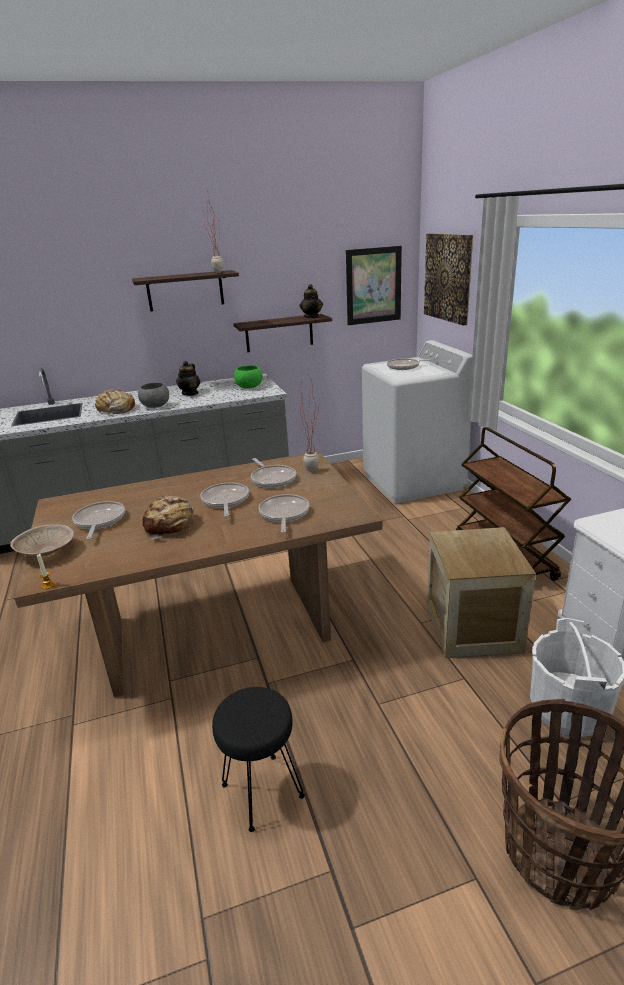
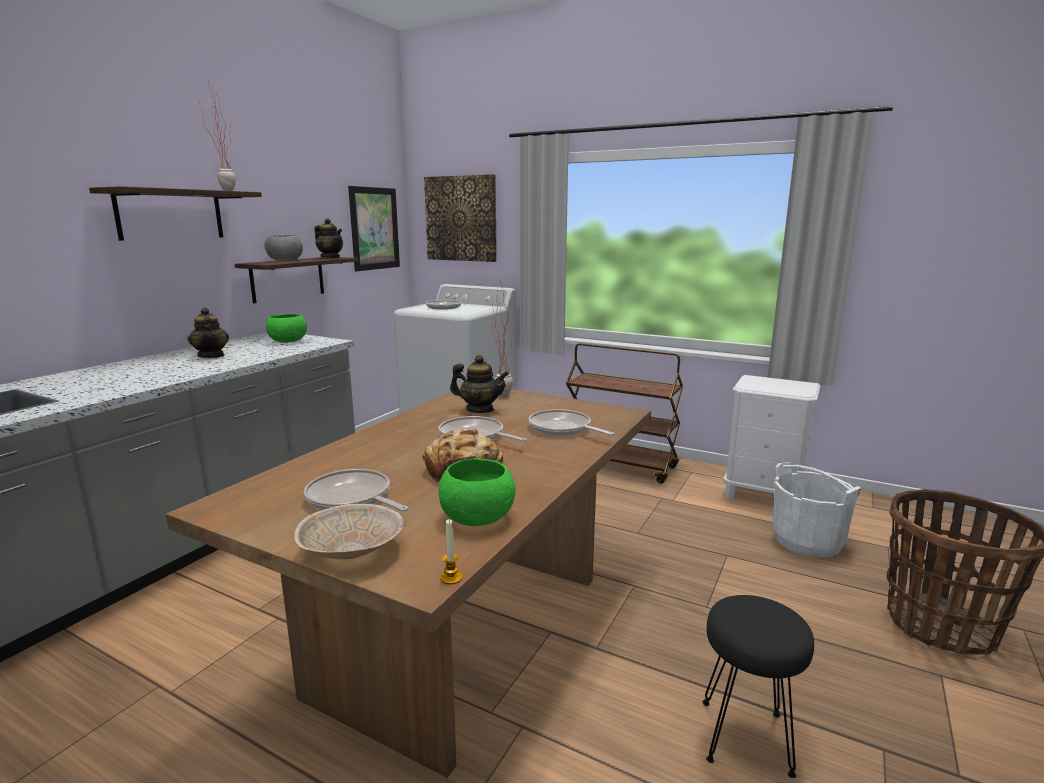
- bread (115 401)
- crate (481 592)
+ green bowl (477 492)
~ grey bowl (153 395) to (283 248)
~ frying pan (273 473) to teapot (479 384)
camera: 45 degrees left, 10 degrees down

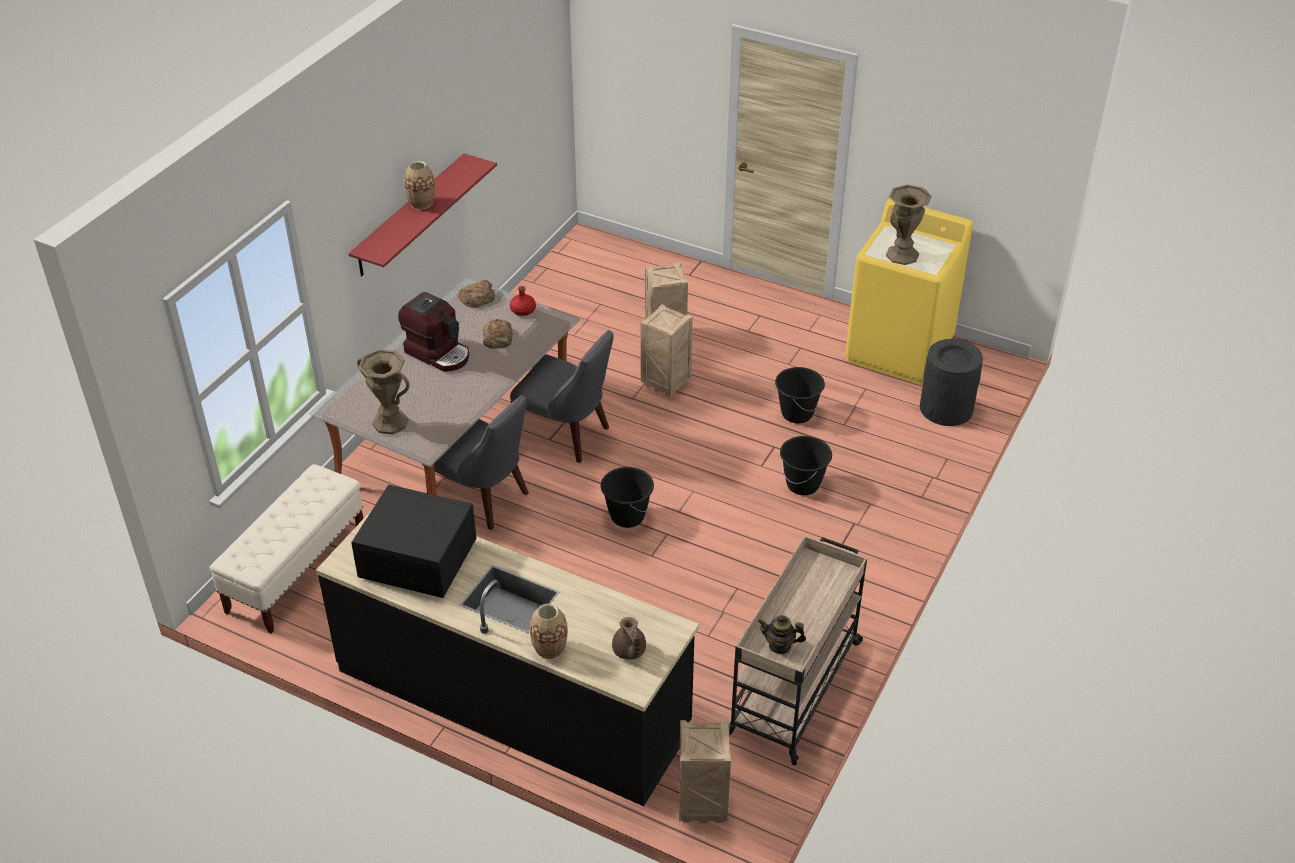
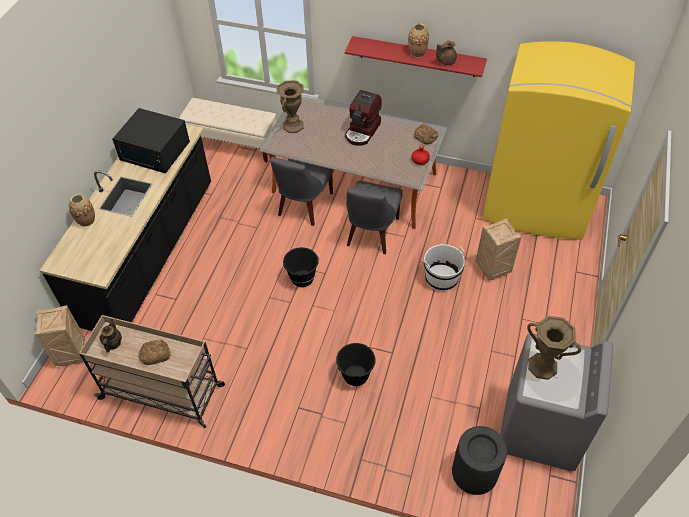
- black bucket (800 395)
+ yellow fridge (558 140)
~ bread (498 334) to (154 352)
~ brown teapot (629 638) to (446 53)
~ crate (667 350) to white bucket (444 267)
~ yellow washing machine (909 292) to grey washing machine (556 402)
~ black microwave (413 541) = (151 141) 105 degrees clockwise
camera: 80 degrees right, 10 degrees up

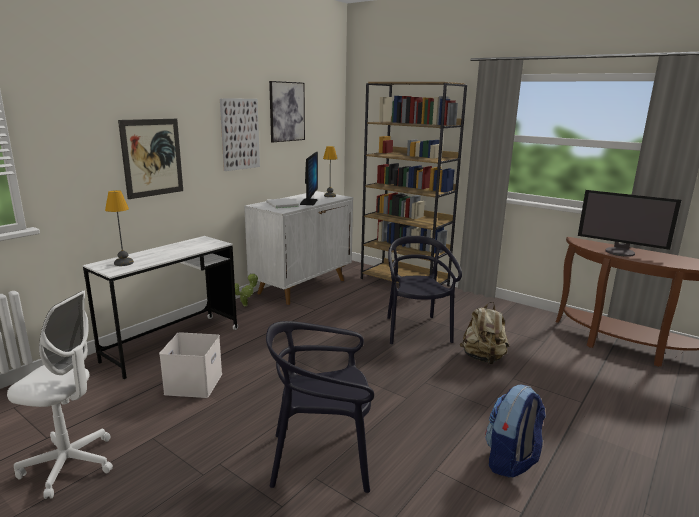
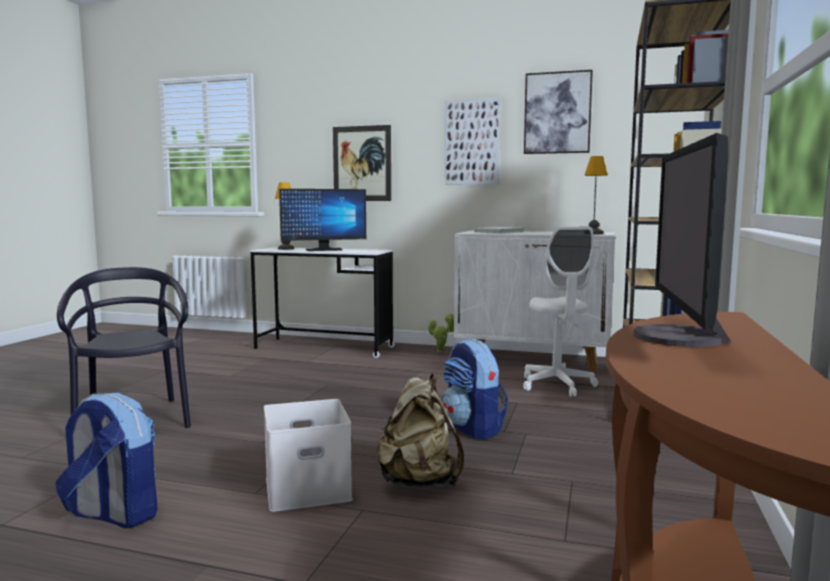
~ white office chair (60 395) to (560 312)
~ white storage box (190 365) to (308 455)
~ monitor (309 178) to (322 220)
~ black chair (424 290) to backpack (475 389)
camera: 70 degrees right, 10 degrees down

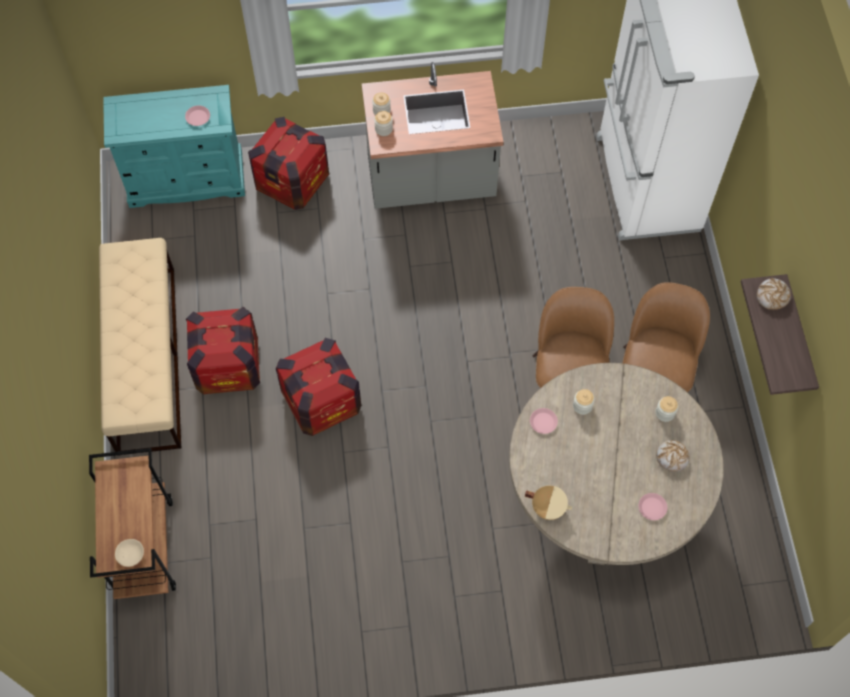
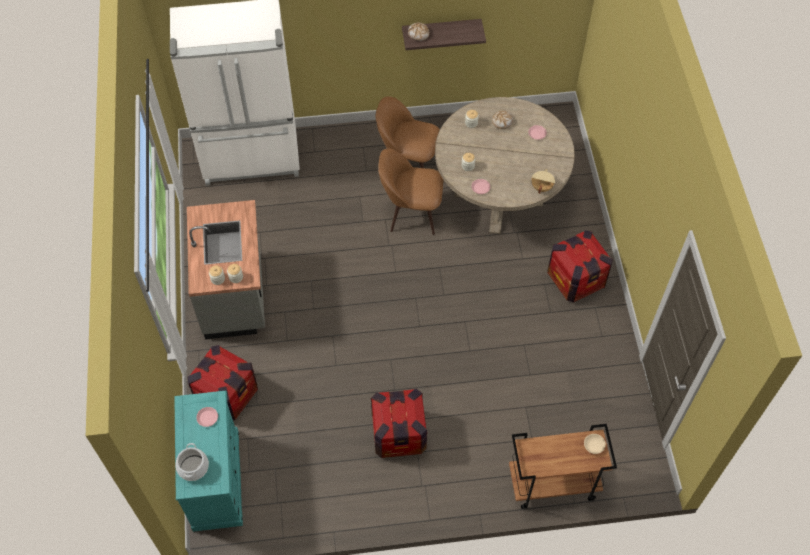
- beige bench (140 347)
+ cooking pot (192 462)
~ crate (318 387) to (580 266)
camera: 90 degrees left, 5 degrees down

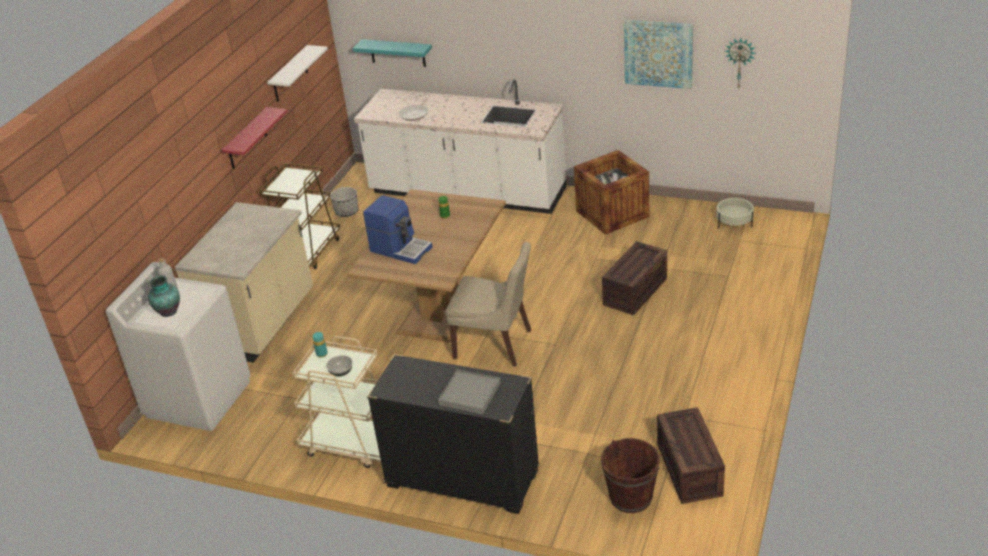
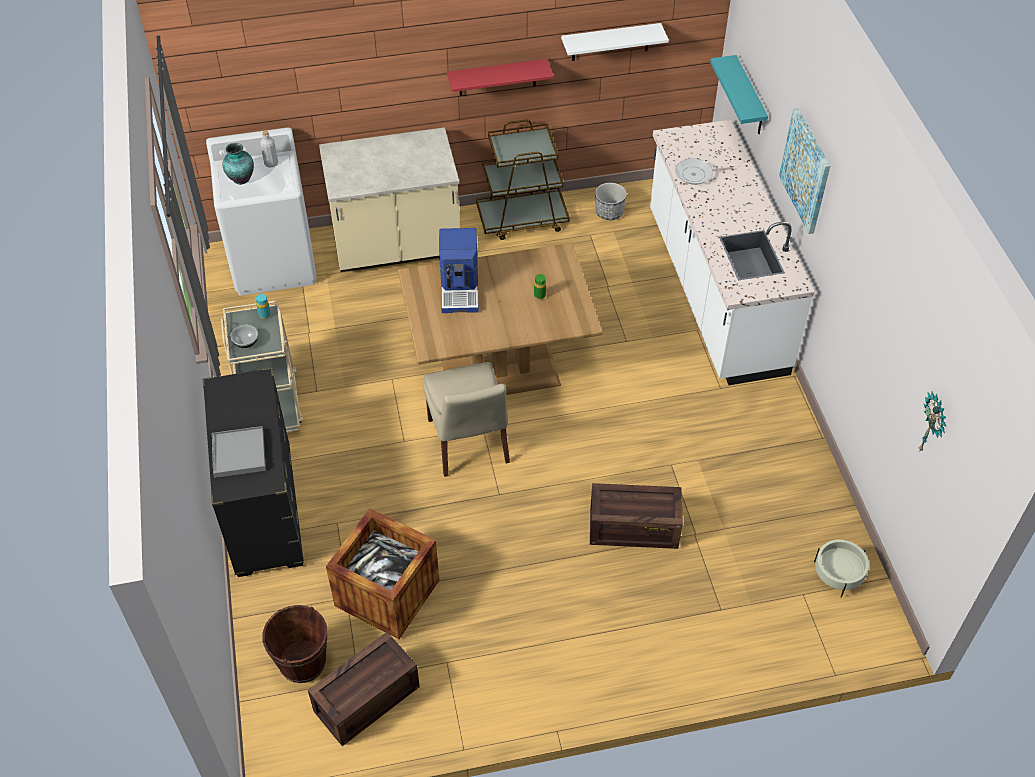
~ crate (611 192) to (382 573)
~ picture (658 54) to (804 171)
camera: 55 degrees right, 15 degrees up

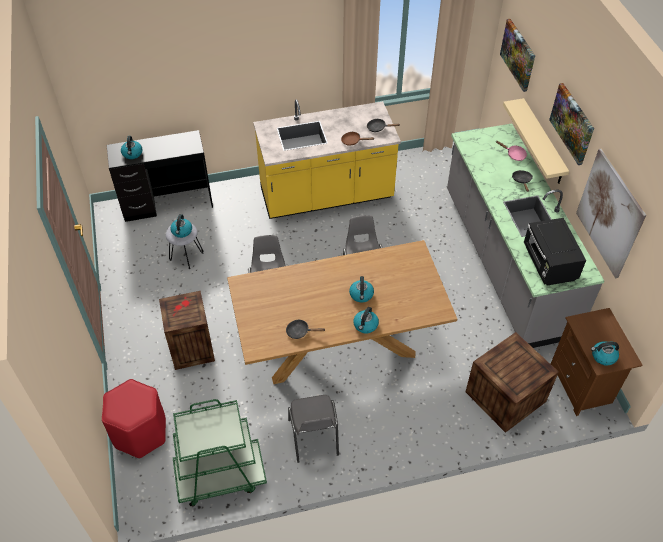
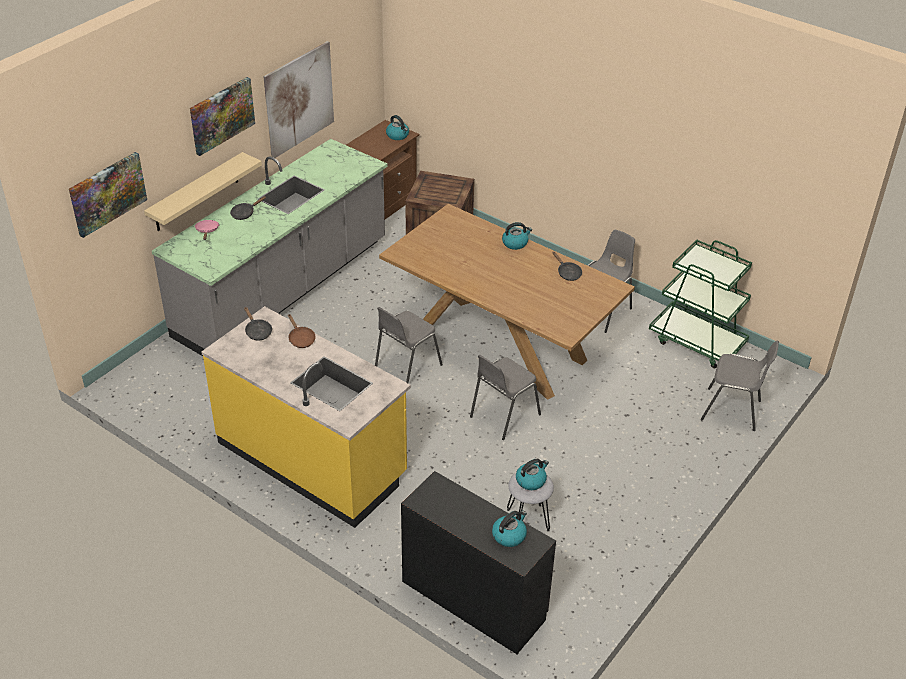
- crate (187 330)
- kettle (361 289)
- black microwave (555 252)
~ red stool (134 418) to grey chair (740 386)
camera: 130 degrees left, 10 degrees down

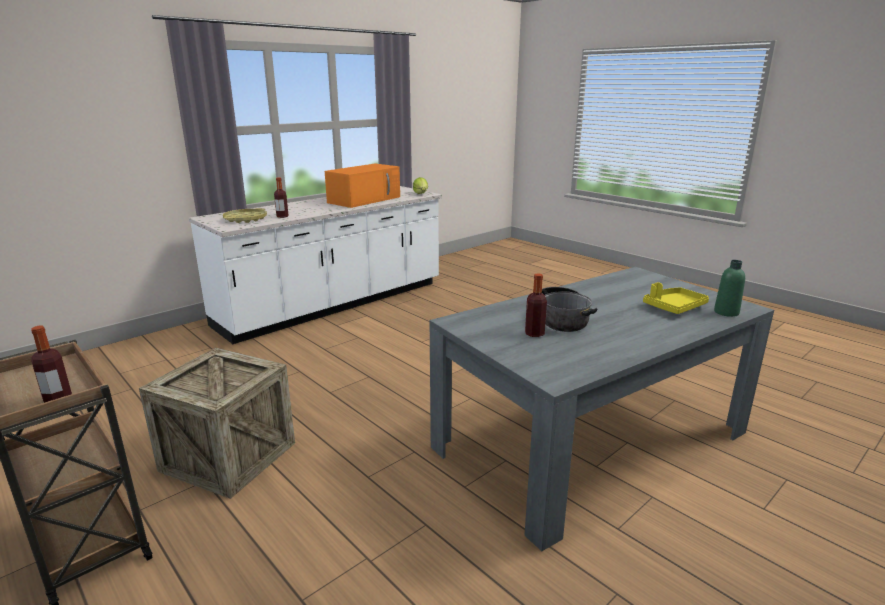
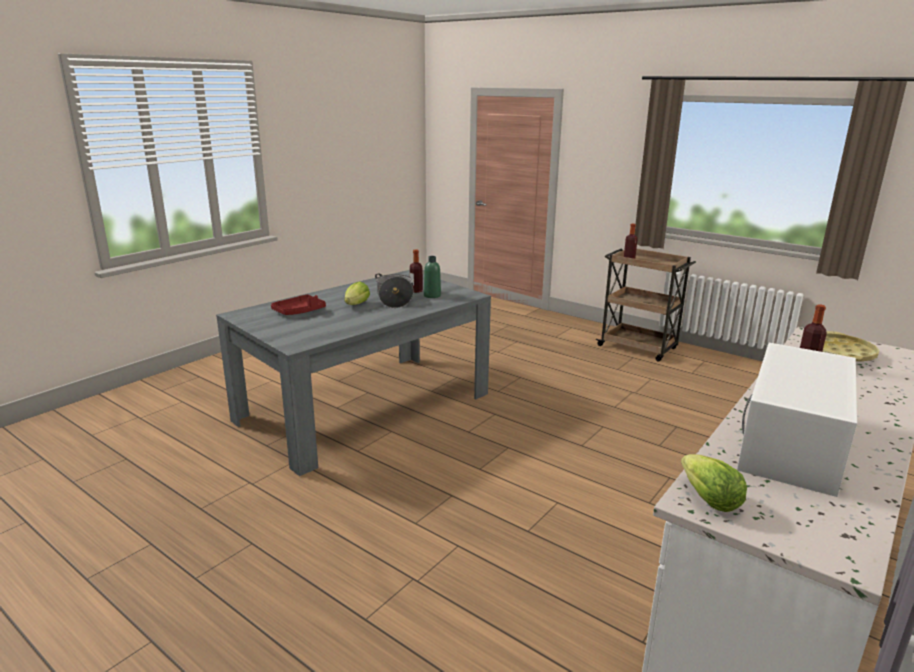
- crate (217 423)
+ lettuce (357 293)
~ green bottle (729 288) to (432 277)
~ orange microwave (362 185) to white microwave (797 420)
~ yellow tray (676 298) to red tray (298 304)
camera: 170 degrees right, 0 degrees up

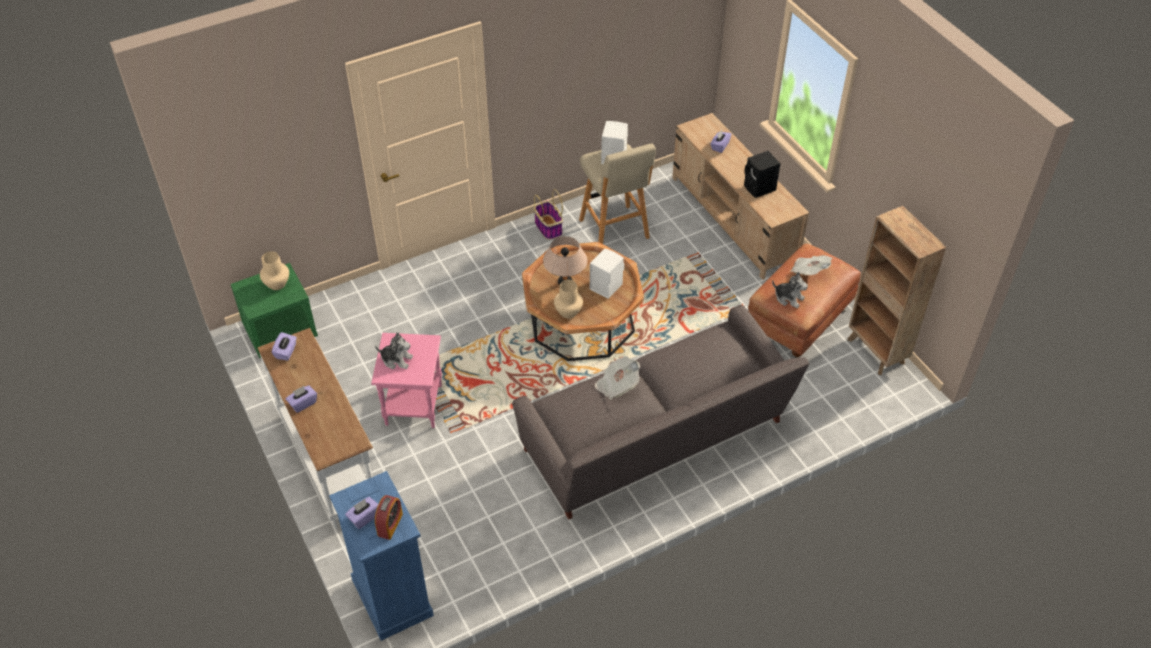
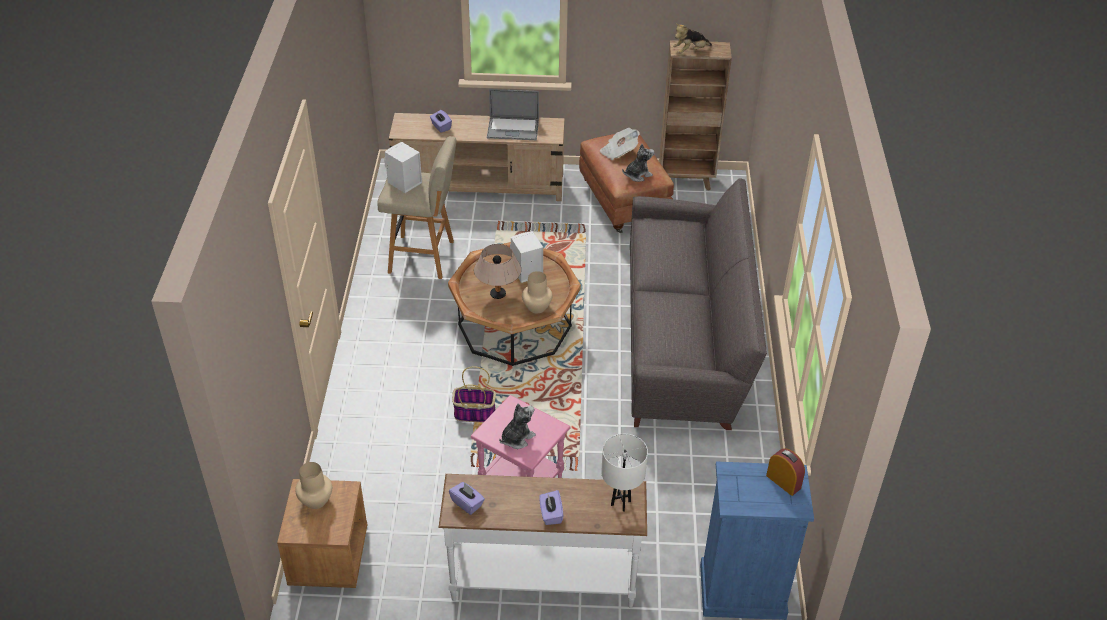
- purple tissue box (361 513)
- newspaper (618 378)
+ white table lamp (624 473)
+ plush toy (692 38)
~ basket (548 214) to (474 394)
~ black speaker (762 174) to laptop (513 114)
~ green nightstand (274 310) to brown nightstand (322 533)
camera: 60 degrees left, 5 degrees down

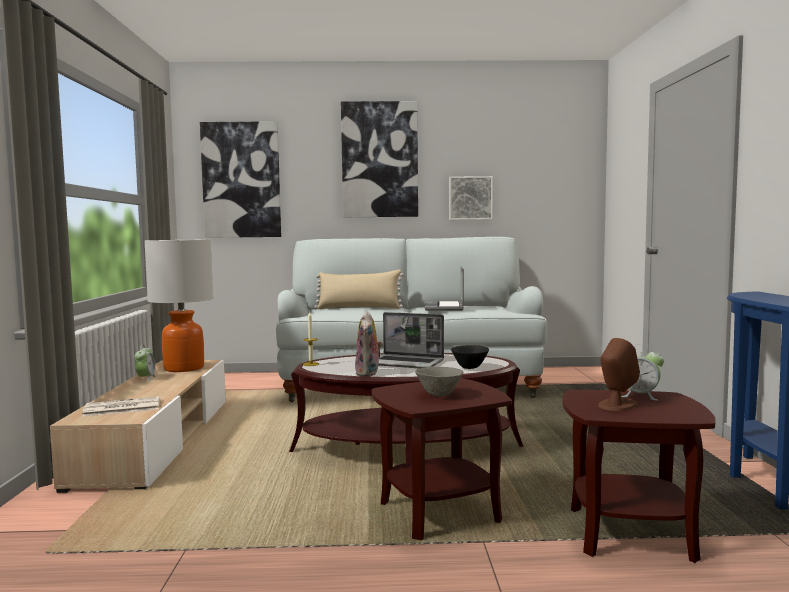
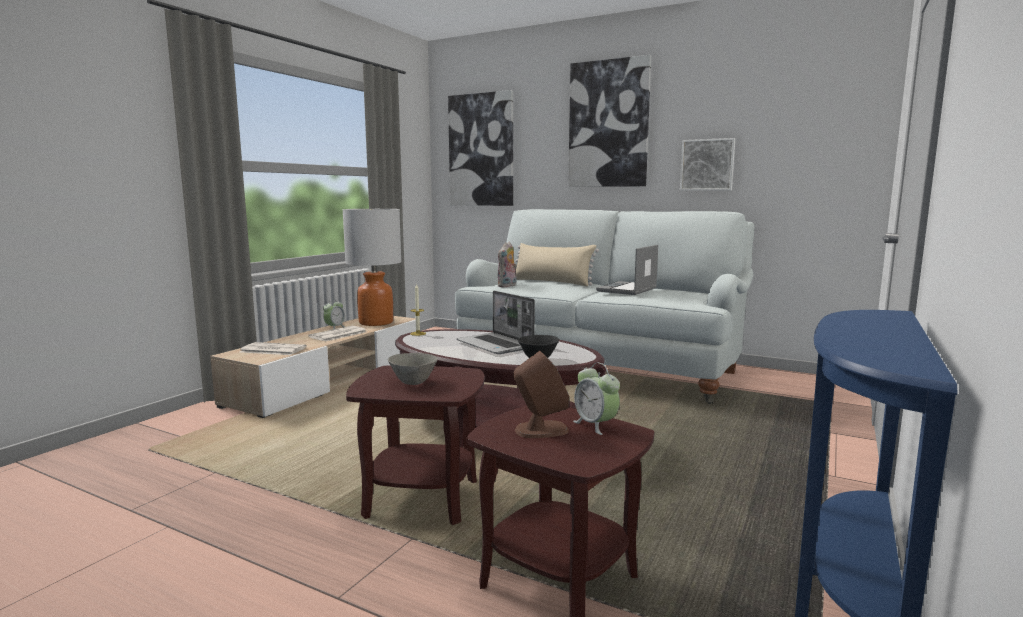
+ newspaper (337 333)
~ plush toy (368 344) to (507 264)
camera: 30 degrees right, 5 degrees up

